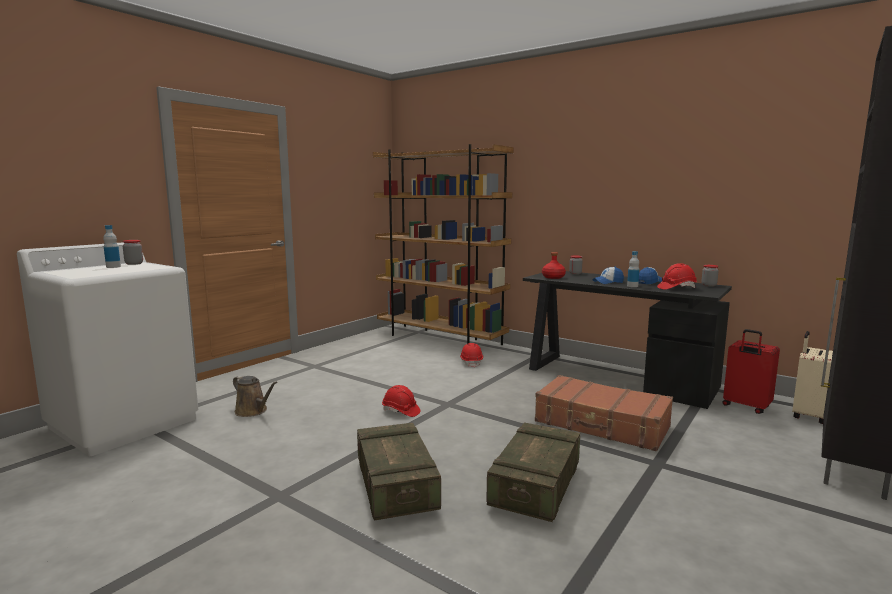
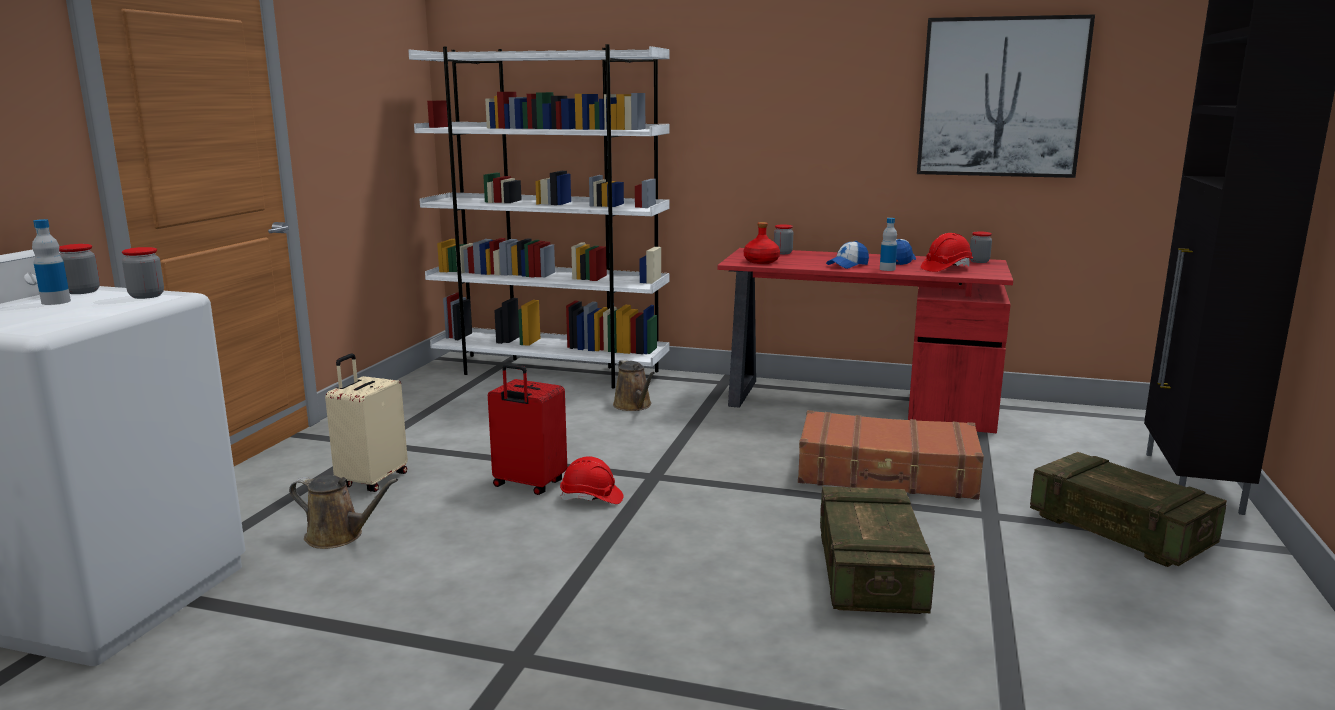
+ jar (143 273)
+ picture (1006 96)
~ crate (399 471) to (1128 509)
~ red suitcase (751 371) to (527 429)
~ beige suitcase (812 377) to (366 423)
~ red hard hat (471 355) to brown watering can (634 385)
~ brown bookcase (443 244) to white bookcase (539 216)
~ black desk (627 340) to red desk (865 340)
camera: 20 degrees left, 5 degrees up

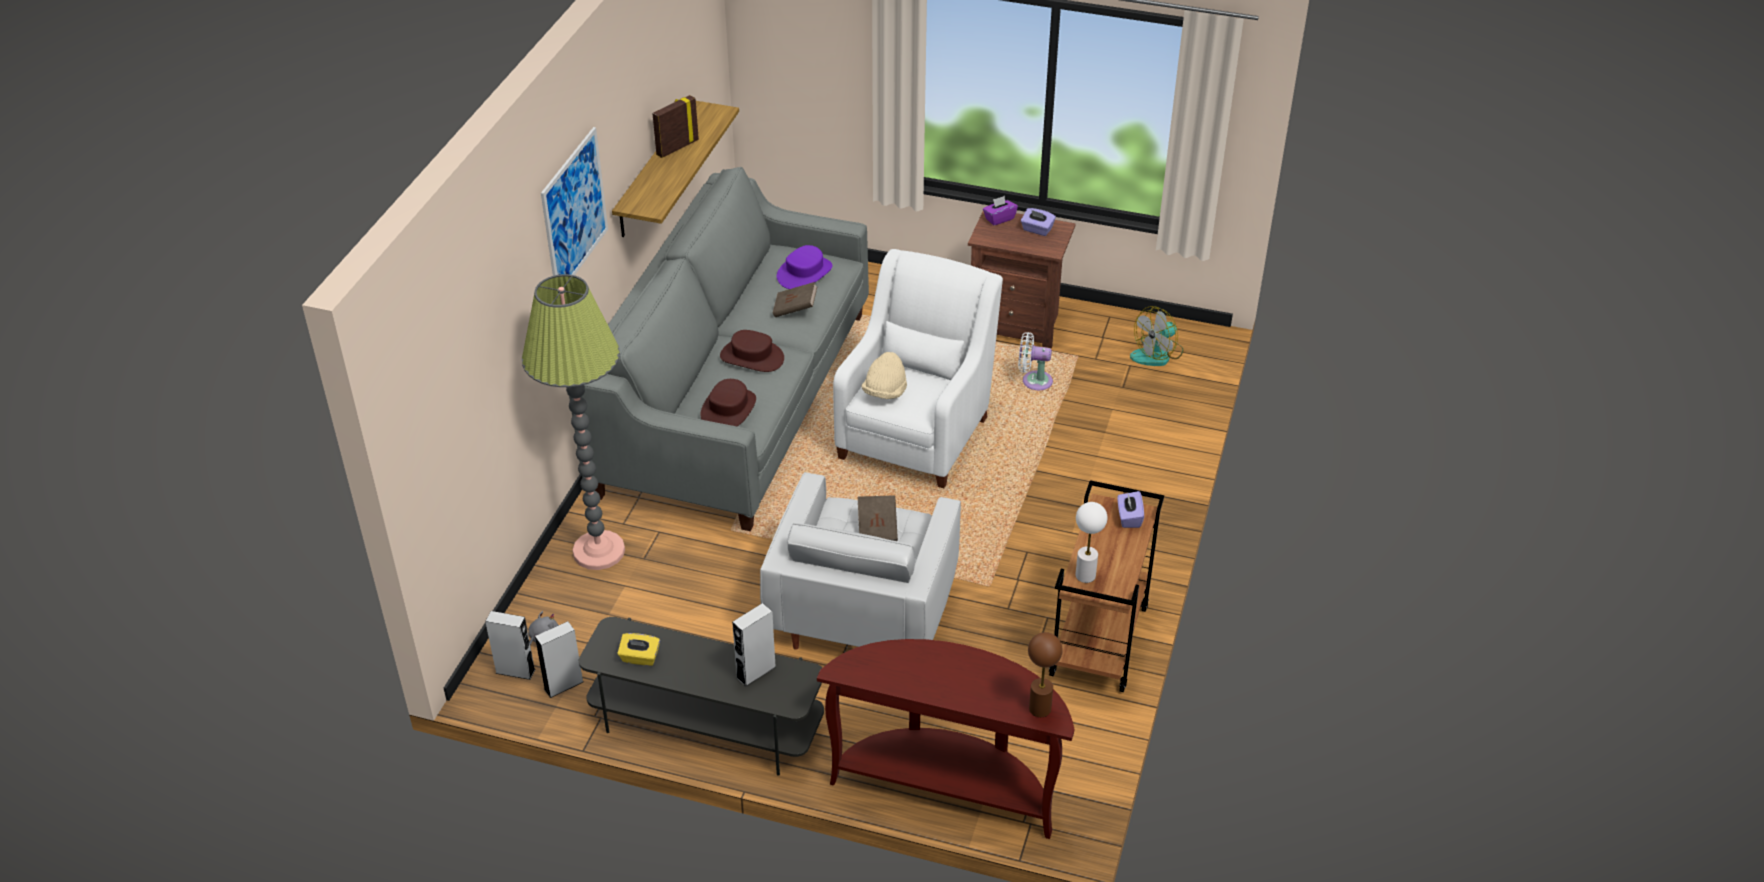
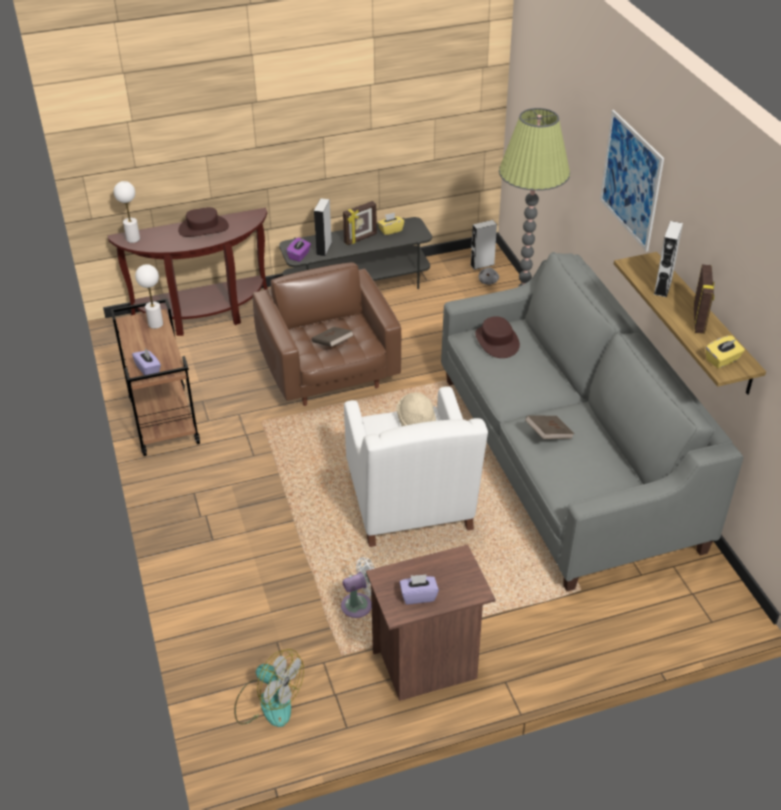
- purple hat (805 267)
+ picture frame (360 223)
+ yellow tissue box (725 351)
~ grey speaker (559 659) to (668 259)
~ brown hat (752 351) to (203 222)
~ purple tissue box (1000 211) to (299 249)
~ white armchair (860 561) to brown armchair (327 334)
~ brown table lamp (1045 674) to white table lamp (127 212)
~ fan (1157 336) = (269 688) 105 degrees clockwise
camera: 145 degrees right, 0 degrees up

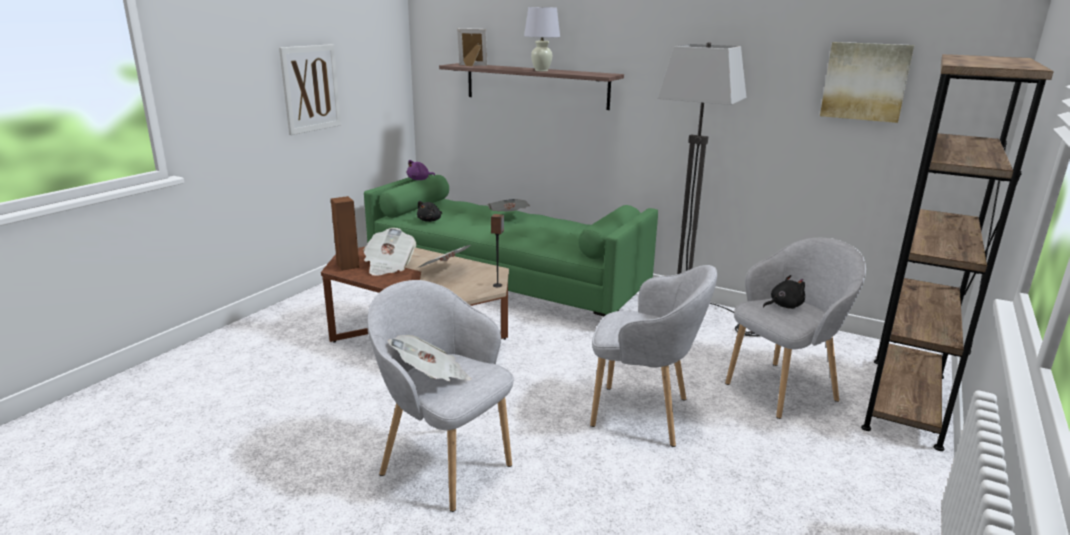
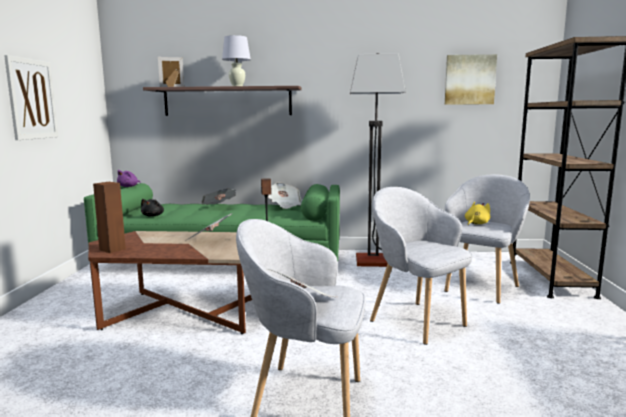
~ newspaper (389 252) to (284 195)
~ black plush toy (784 292) to yellow plush toy (477 213)
~ grey armchair (653 356) = (421 266) 120 degrees counterclockwise
camera: 25 degrees left, 10 degrees down

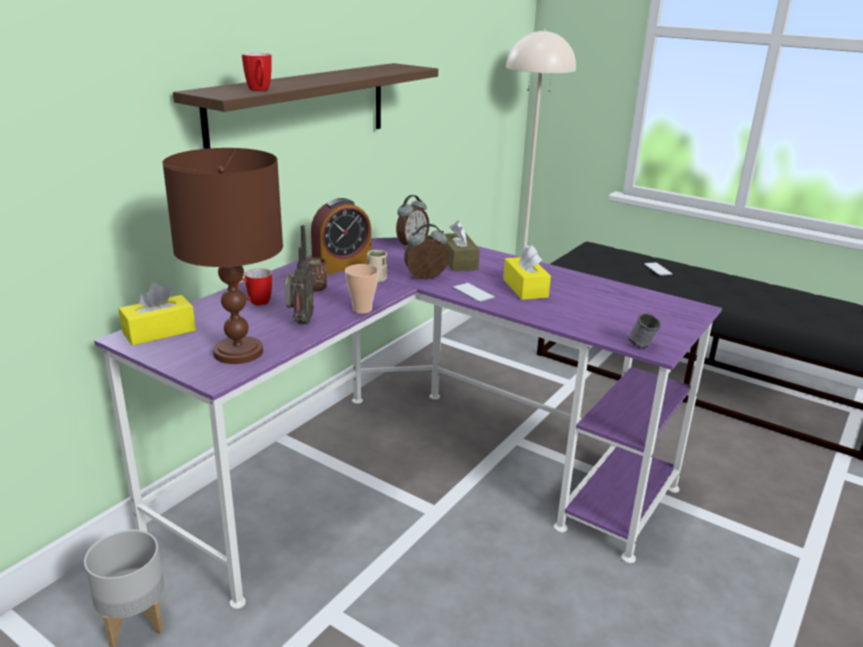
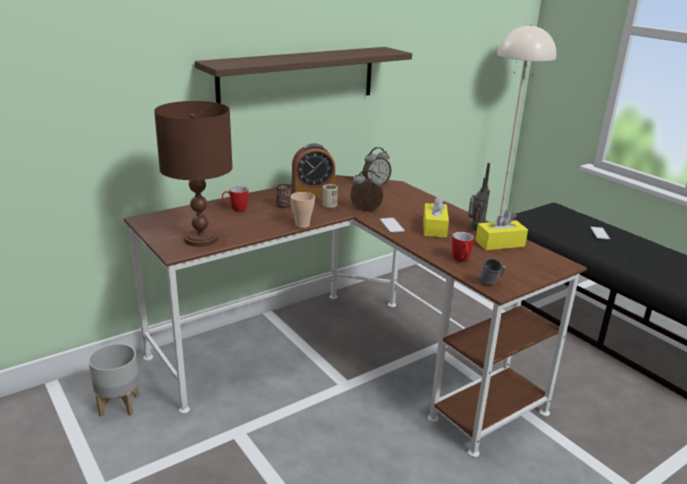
- brown tissue box (462 246)
~ yellow tissue box (157 314) to (501 230)
~ mug (257 72) to (463 247)
~ radio (299 274) to (479 196)
~ purple desk (408 423) to brown desk (355 316)
camera: 20 degrees right, 0 degrees up

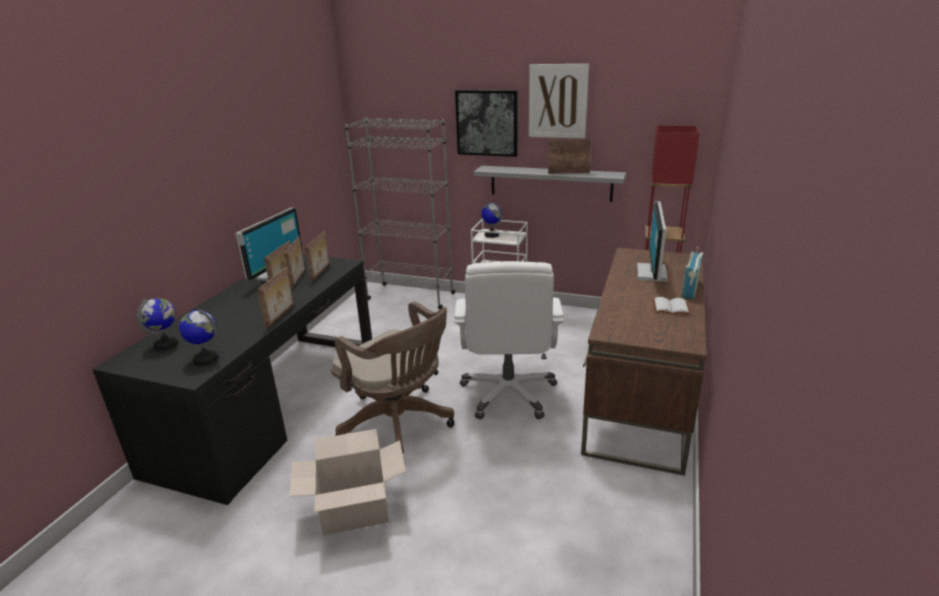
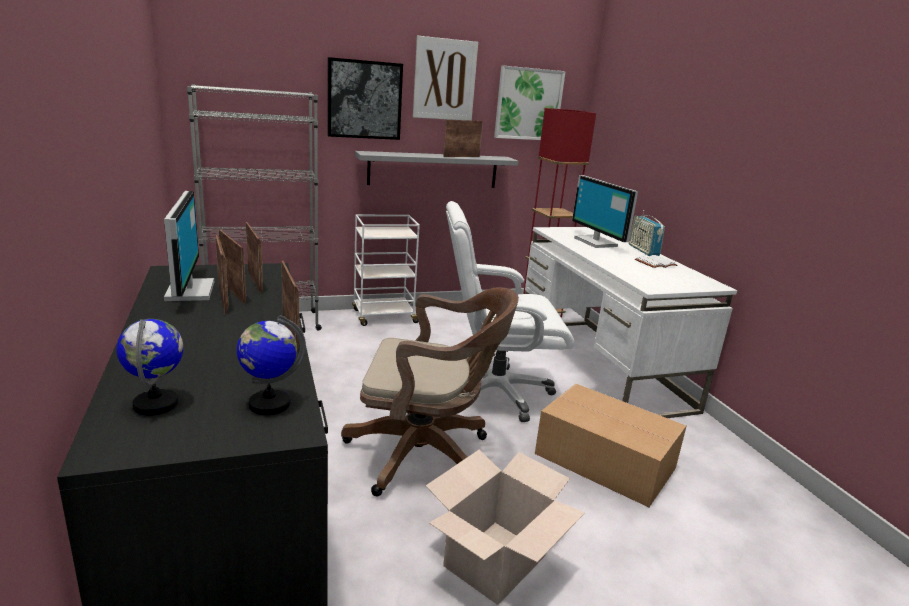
- globe (491 220)
+ picture (530 102)
+ cardboard box (610 445)
~ brown desk (644 362) to white desk (631 322)
~ white office chair (509 340) = (510 311) 120 degrees clockwise
camera: 40 degrees left, 5 degrees down

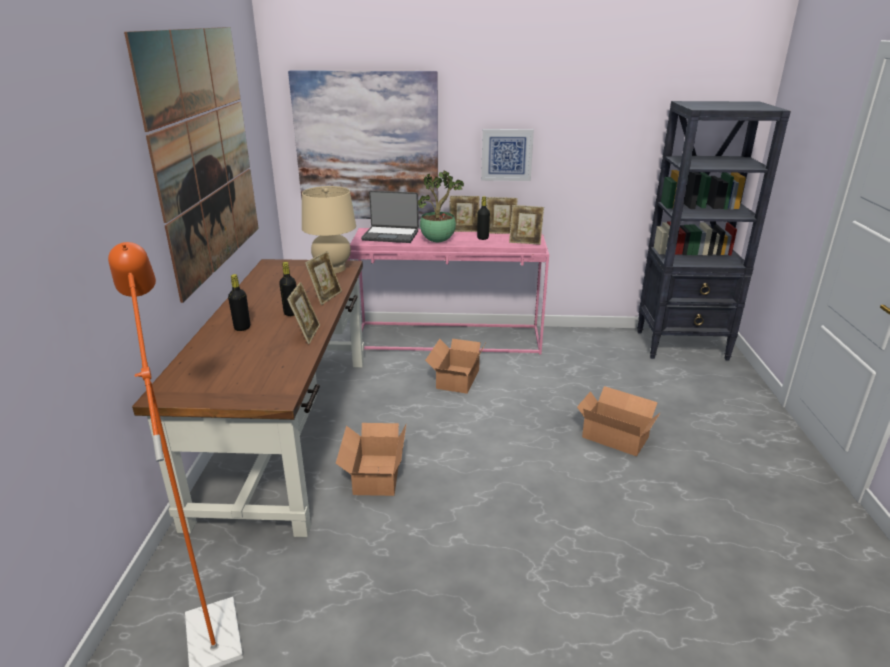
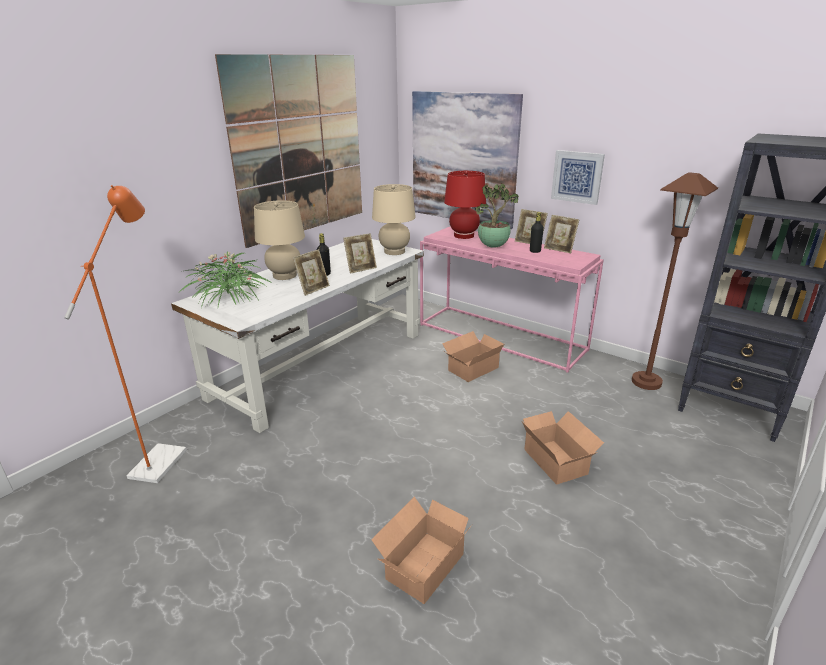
- picture frame (526 225)
+ potted plant (225 280)
+ brown floor lamp (675 281)
~ cardboard box (371 459) to (422 550)
~ black bottle (239 302) to beige table lamp (279 240)
~ laptop (390 217) to red table lamp (465 205)
~ brown desk (248 398) to white desk (297 336)
camera: 35 degrees right, 0 degrees up

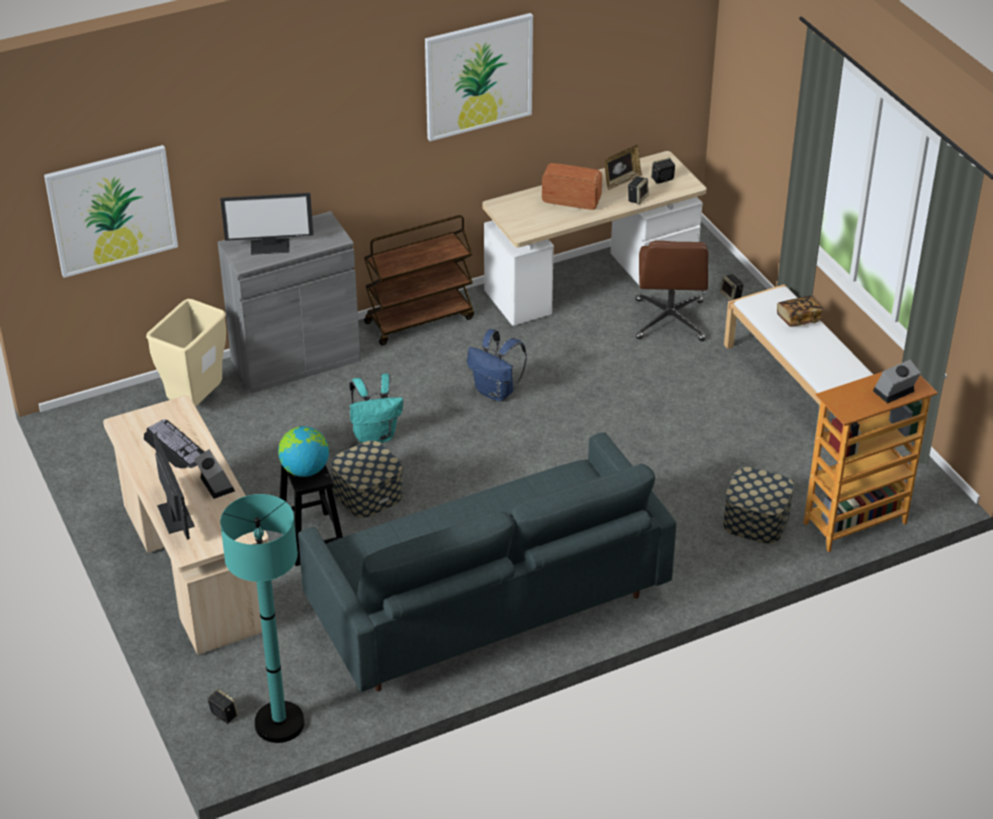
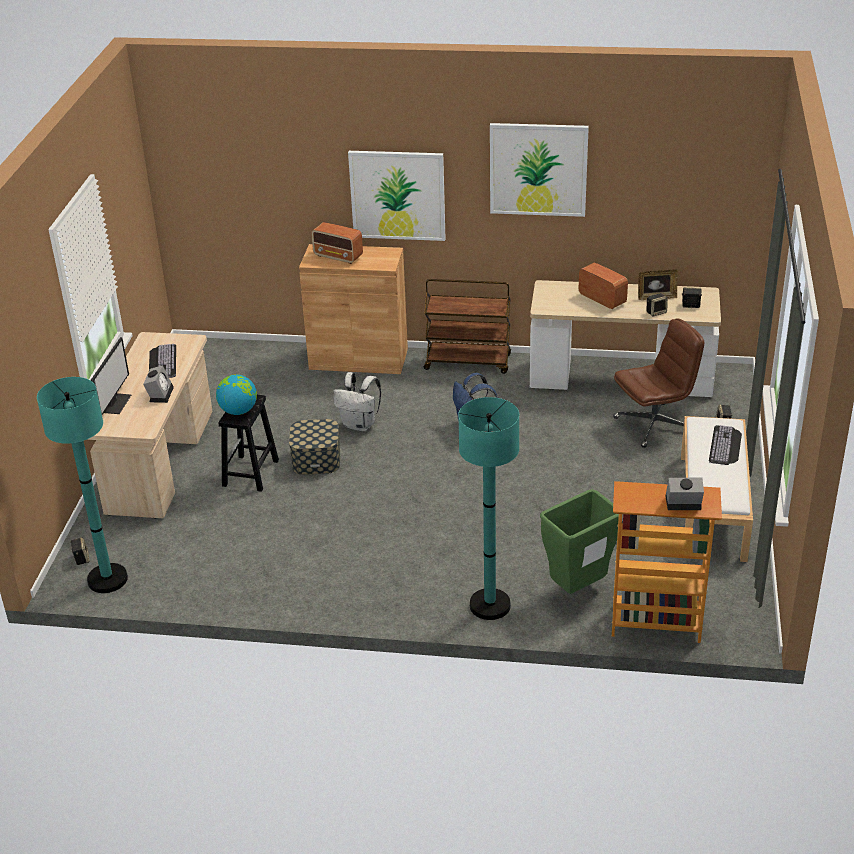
- beige trash can (186 353)
- grey sofa (487 562)
+ turquoise floor lamp (488 508)
~ picture (111 211) to (397 196)
~ monitor (266 224) to radio (337 243)
~ storage box (758 505) to green trash can (579 541)
~ book (800 311) to keyboard (725 445)
~ grey cabinet (289 302) to brown cabinet (353 309)
~ turquoise backpack (376 408) to white backpack (357 401)
~ brown office chair (672 291) = (658 383) 150 degrees counterclockwise
camera: 35 degrees right, 5 degrees down

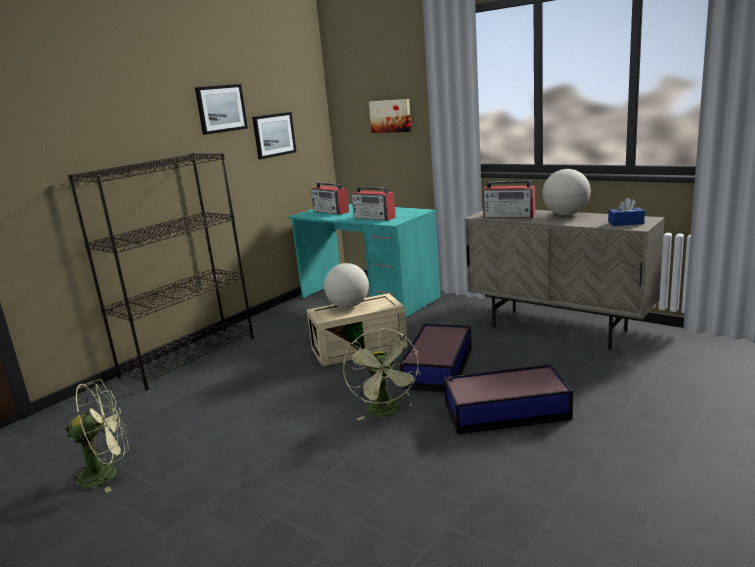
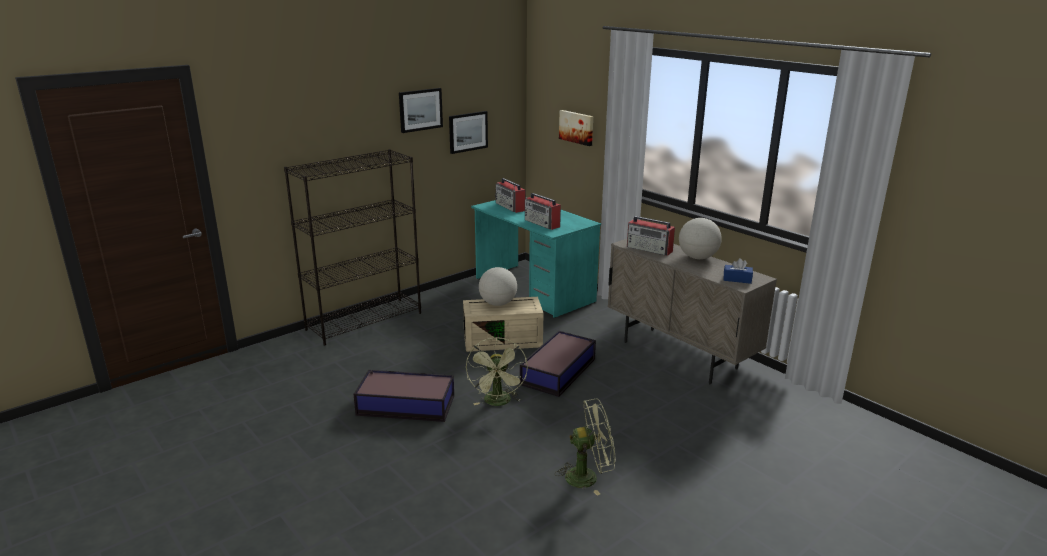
~ green fan (97 435) to (585 447)
~ storage box (508 399) to (403 396)
camera: 10 degrees right, 5 degrees up

